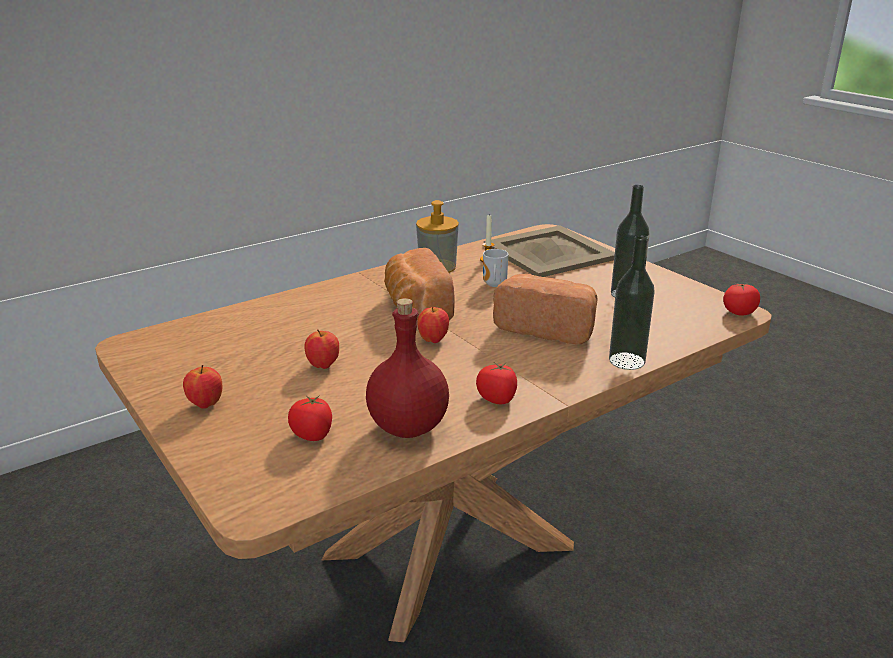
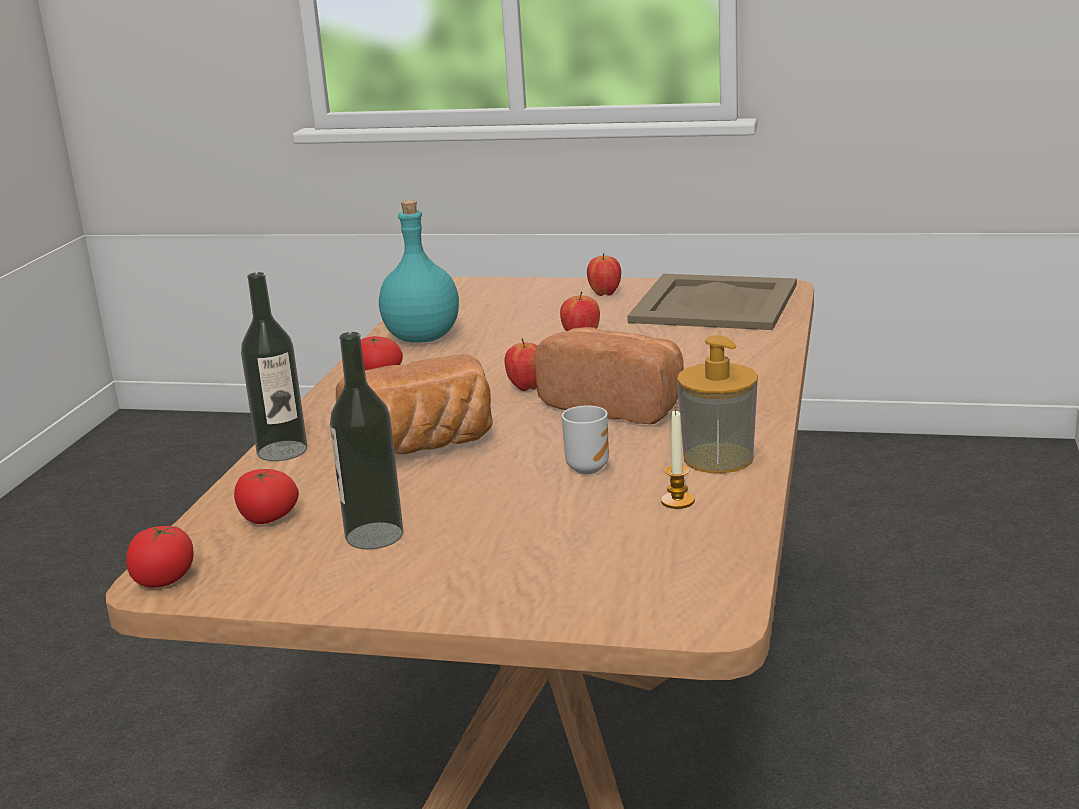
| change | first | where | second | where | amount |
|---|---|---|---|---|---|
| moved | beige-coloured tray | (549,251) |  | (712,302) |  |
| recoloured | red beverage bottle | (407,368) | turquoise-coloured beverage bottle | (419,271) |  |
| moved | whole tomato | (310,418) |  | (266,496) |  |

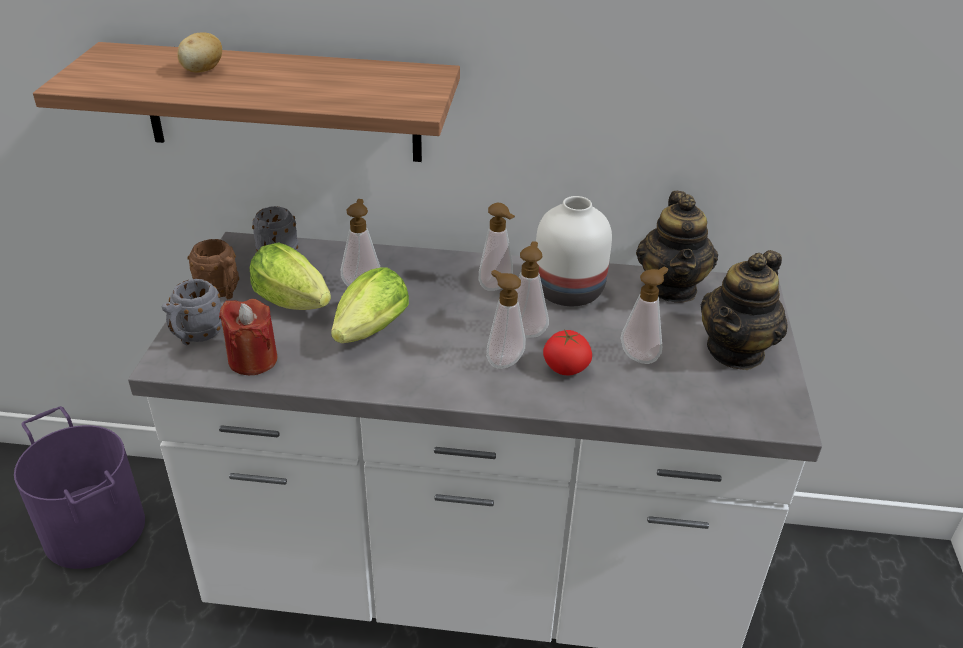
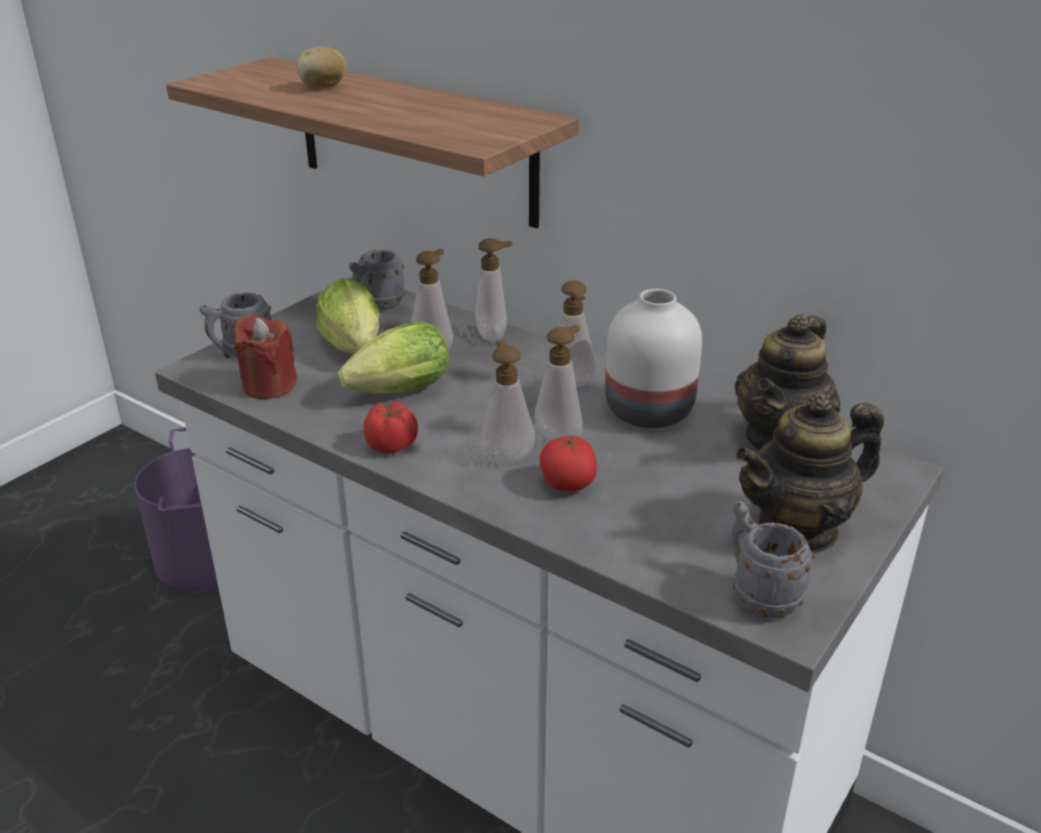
| change | first | where | second | where | amount |
|---|---|---|---|---|---|
| removed | brown-coloured coffee mug | (213,269) |  |  |  |
| moved | liquid soap bottle | (644,315) |  | (494,290) |  |
| added |  |  | whole tomato | (390,428) |  |
| added |  |  | greyish coffee mug | (772,559) |  |

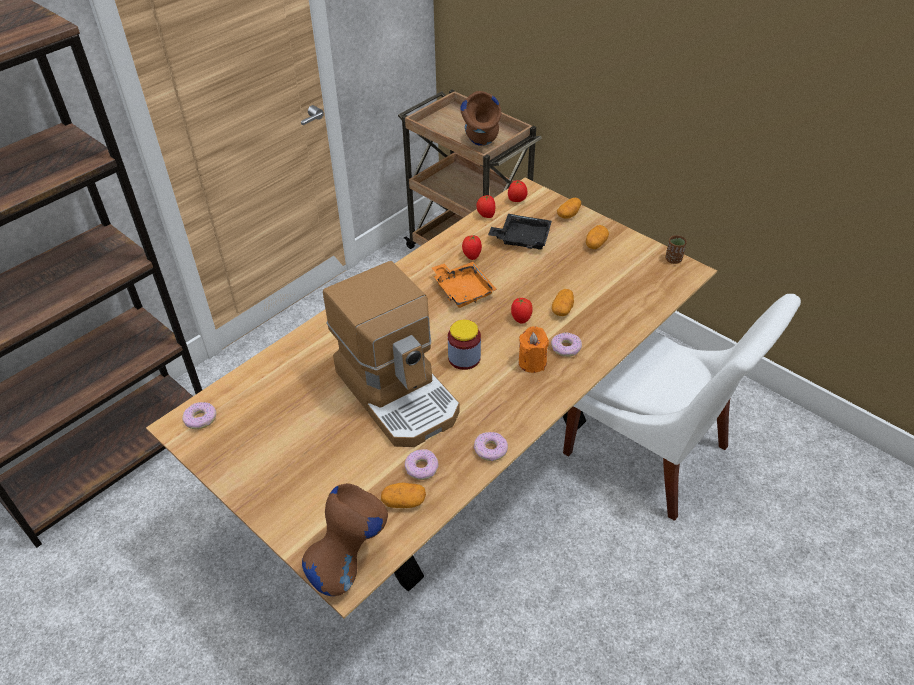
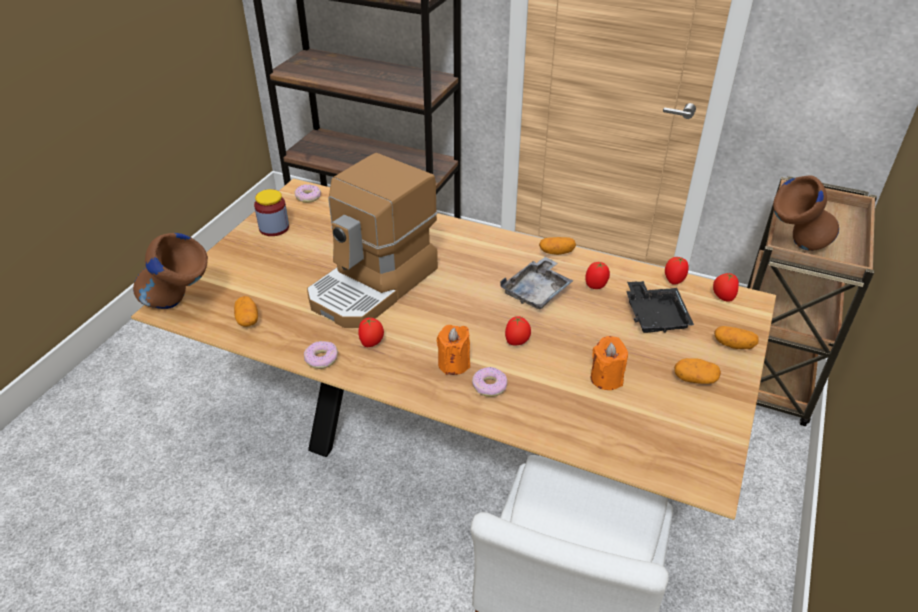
| change | first | where | second | where | amount |
|---|---|---|---|---|---|
| removed | brown-coloured small cup | (676,249) |  |  |  |
| recoloured | orangey tray | (464,285) | greyish tray | (536,283) |  |
| moved | whole potato | (563,302) |  | (557,246) |  |
| moved | storage jar | (464,345) |  | (271,212) |  |
| removed | donut | (421,464) |  |  |  |
| added |  |  | whole tomato | (371,332) |  |
| added |  |  | orangey wax candle | (609,363) |  |

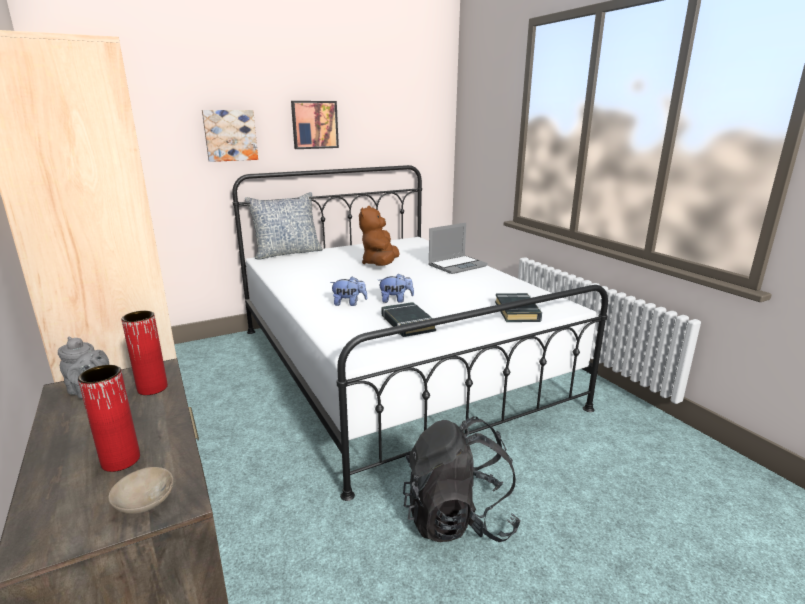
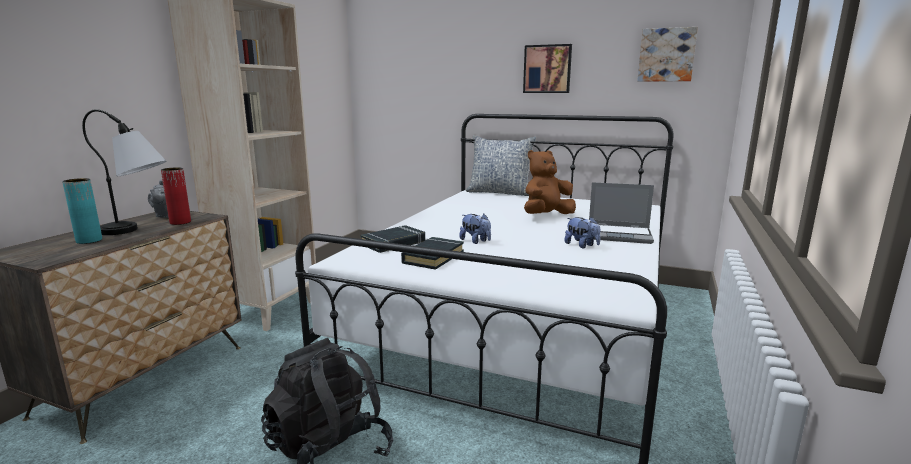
| change | first | where | second | where | amount |
|---|---|---|---|---|---|
| moved | picture | (230,136) |  | (667,54) |  |
| moved | plush toy | (349,291) |  | (582,232) |  |
| moved | black volume | (518,307) |  | (392,239) |  |
| recoloured | red vase | (109,418) | turquoise-coloured vase | (82,211) |  |
| removed | beige-coloured serving bowl | (141,490) |  |  |  |
| added |  |  | table lamp | (124,172) |  |

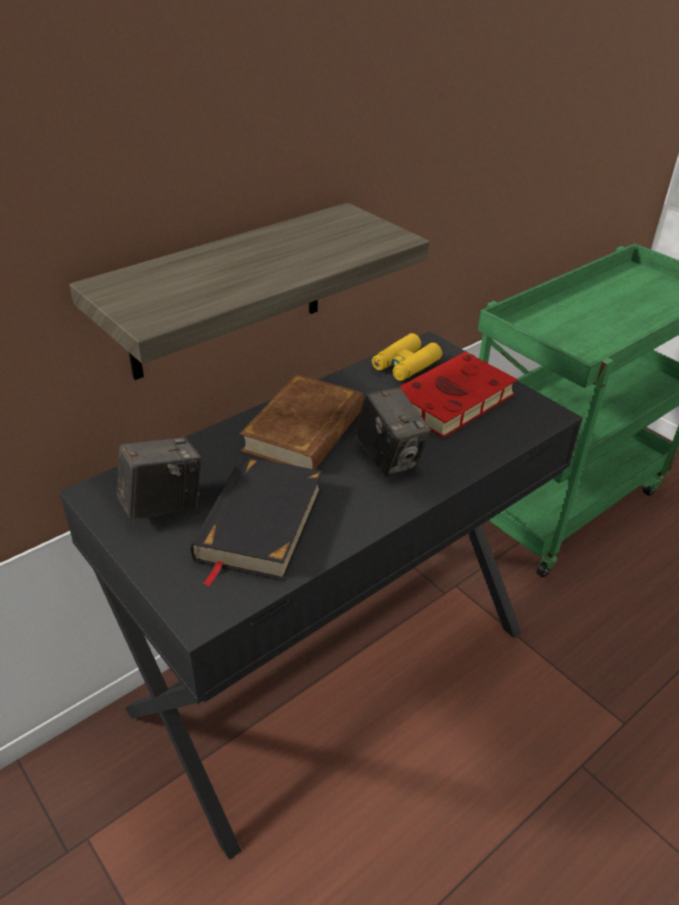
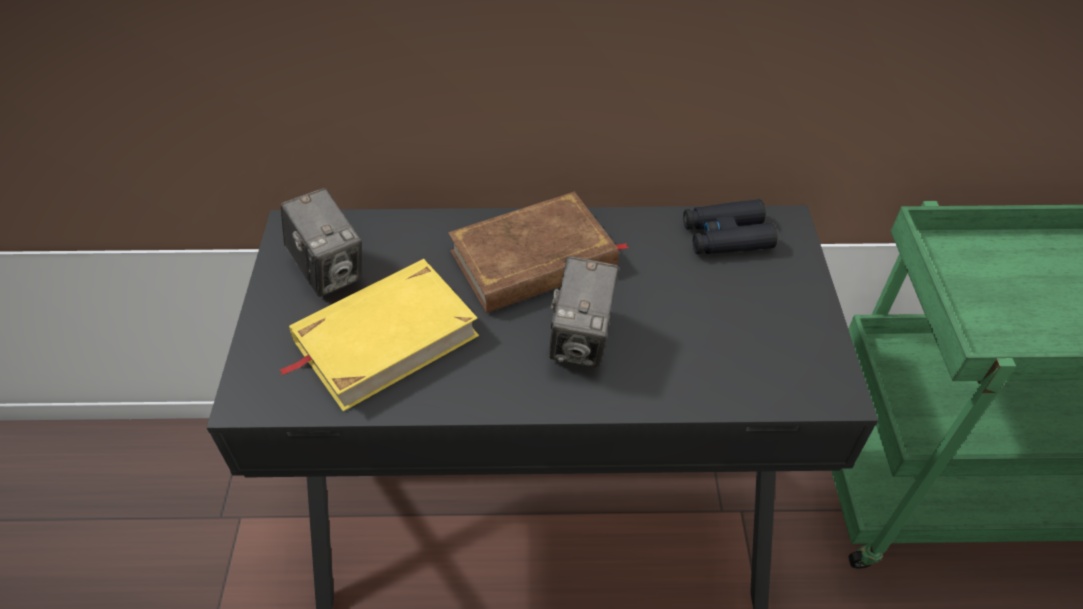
| change | first | where | second | where | amount |
|---|---|---|---|---|---|
| removed | shelf | (249,291) |  |  |  |
| recoloured | yellow binoculars | (407,357) | black binoculars | (730,226) |  |
| removed | red volume | (458,395) |  |  |  |
| turned | still camera | (159,479) |  | (321,242) | 45 degrees clockwise |
| recoloured | black volume | (256,521) | yellow volume | (379,335) |  |

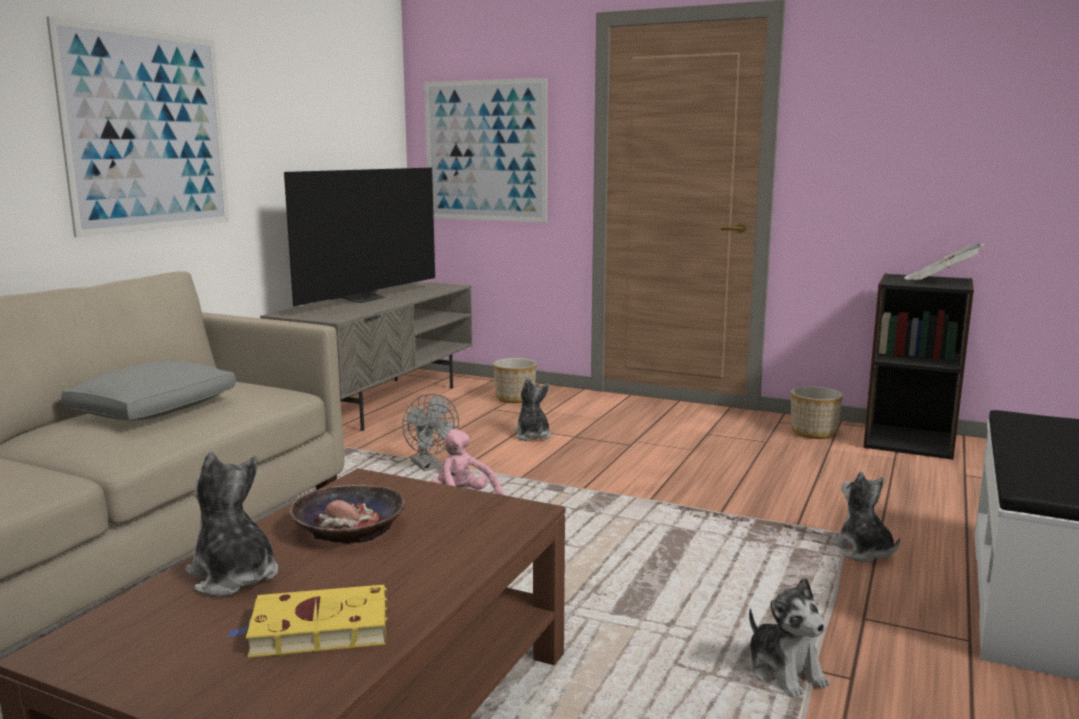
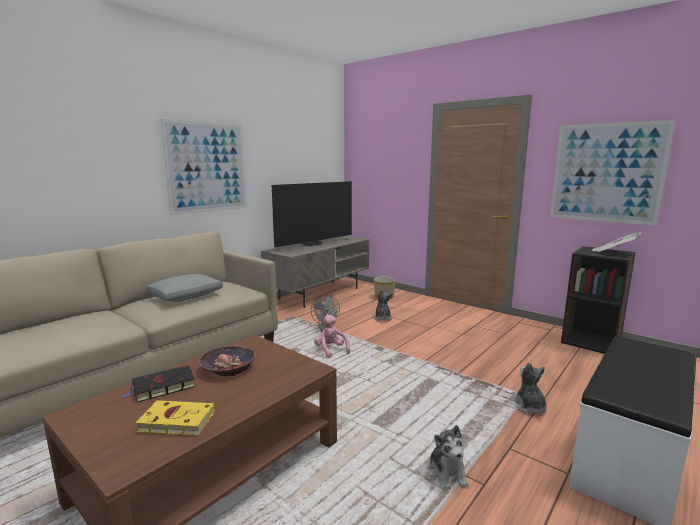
| change | first | where | second | where | amount |
|---|---|---|---|---|---|
| moved | picture | (485,150) |  | (612,172) |  |
| removed | plant pot | (817,412) |  |  |  |
| replaced | plush toy | (232,524) | black volume | (159,383) |  |

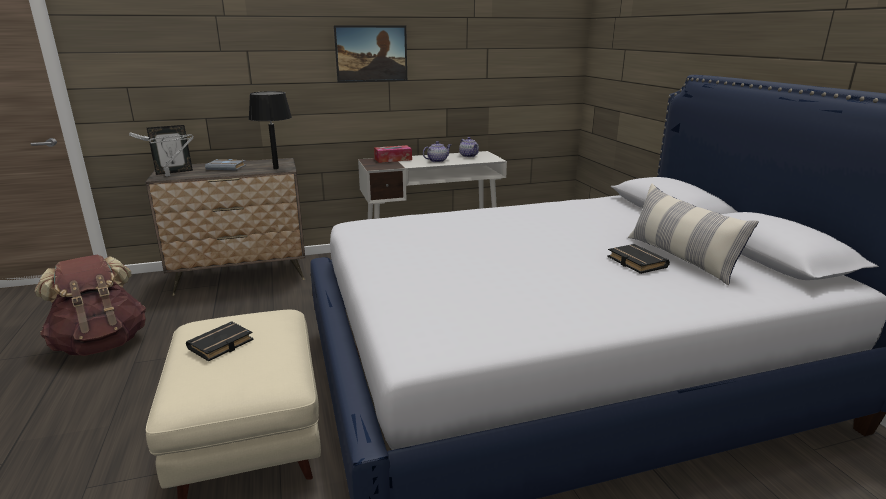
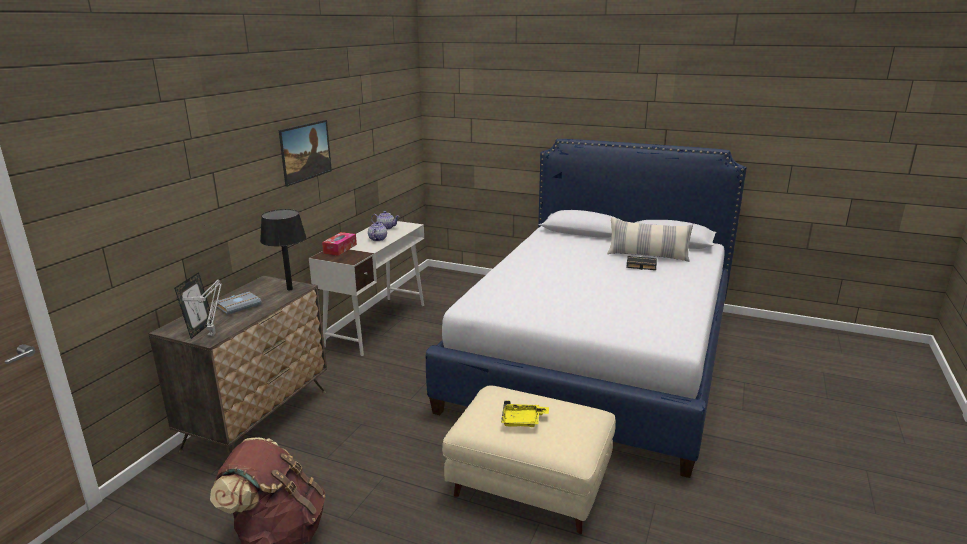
| change | first | where | second | where | amount |
|---|---|---|---|---|---|
| replaced | black volume | (220,341) | yellow tray | (525,414) |  |

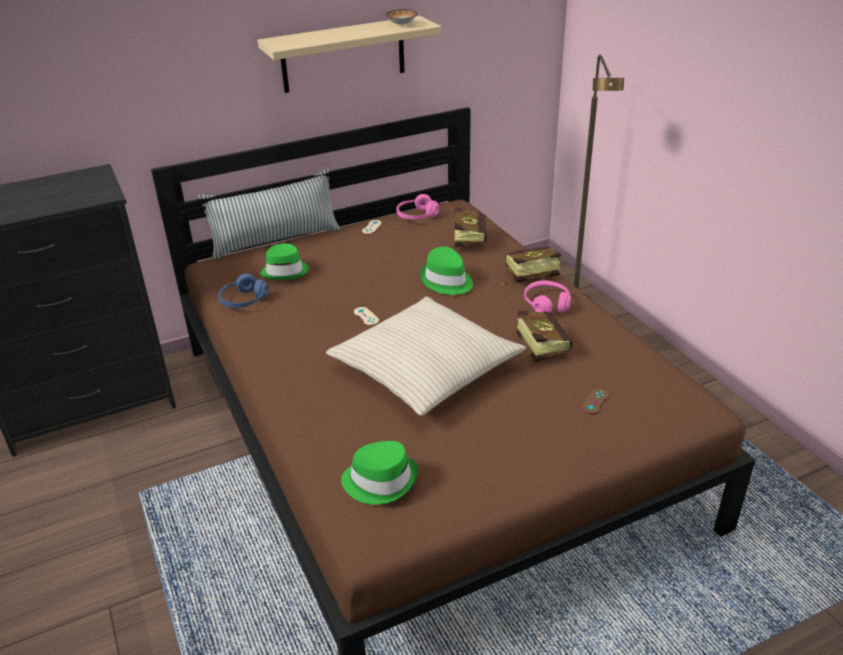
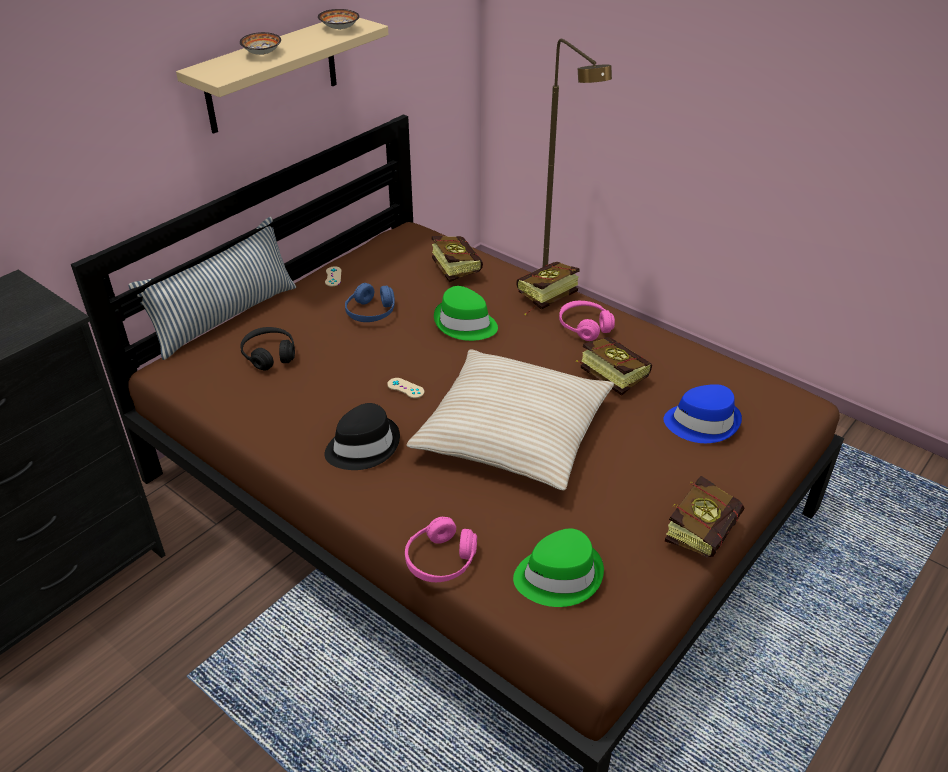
| change | first | where | second | where | amount |
|---|---|---|---|---|---|
| moved | pink-coloured pair of headphones | (417,206) |  | (441,549) |  |
| replaced | greenish clothing hat | (284,261) | black pair of headphones | (267,349) |  |
| moved | blue pair of headphones | (243,291) |  | (370,302) |  |
| replaced | brown-coloured game controller | (595,401) | blue clothing hat | (702,413) |  |
| added |  |  | serving bowl | (260,43) |  |
| added |  |  | black clothing hat | (362,436) |  |
| added |  |  | volume | (704,517) |  |

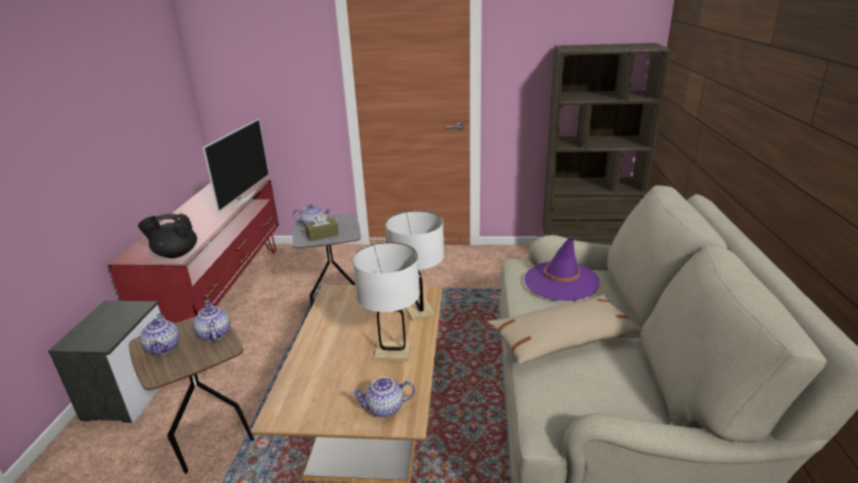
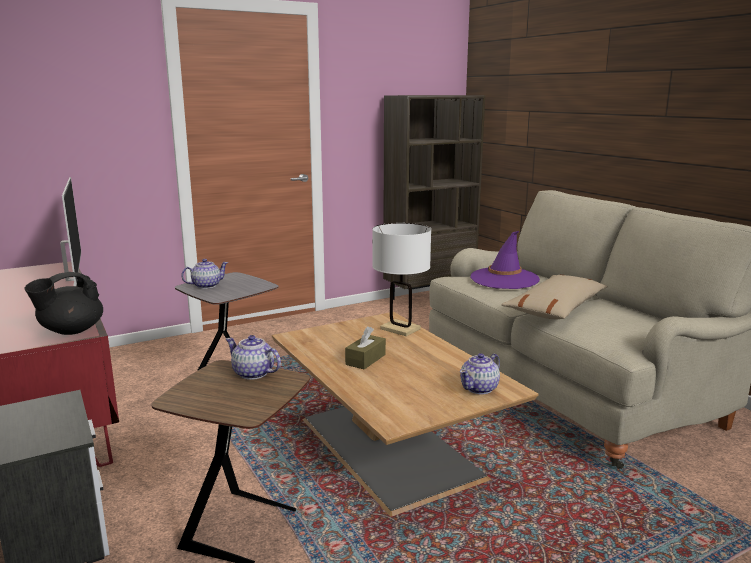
| change | first | where | second | where | amount |
|---|---|---|---|---|---|
| moved | brown-coloured tissue holder | (322,227) |  | (365,347) |  |
| removed | whitish table lamp | (386,301) |  |  |  |
| removed | teapot | (160,334) |  |  |  |

